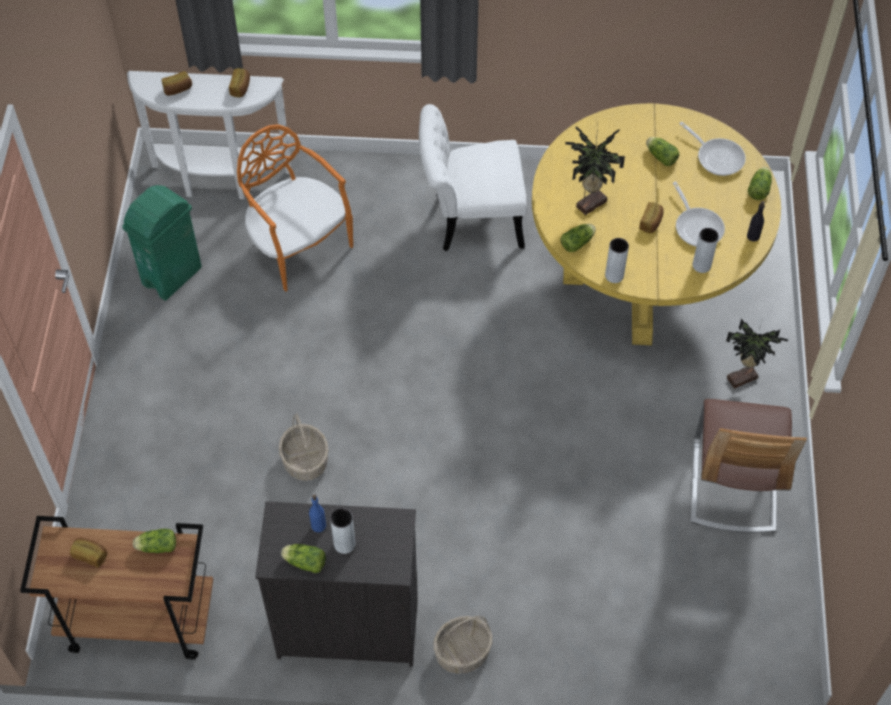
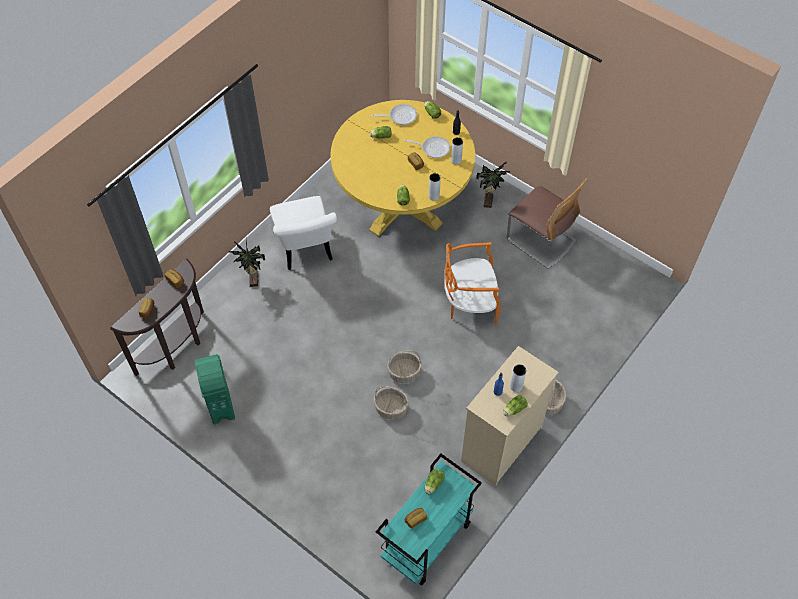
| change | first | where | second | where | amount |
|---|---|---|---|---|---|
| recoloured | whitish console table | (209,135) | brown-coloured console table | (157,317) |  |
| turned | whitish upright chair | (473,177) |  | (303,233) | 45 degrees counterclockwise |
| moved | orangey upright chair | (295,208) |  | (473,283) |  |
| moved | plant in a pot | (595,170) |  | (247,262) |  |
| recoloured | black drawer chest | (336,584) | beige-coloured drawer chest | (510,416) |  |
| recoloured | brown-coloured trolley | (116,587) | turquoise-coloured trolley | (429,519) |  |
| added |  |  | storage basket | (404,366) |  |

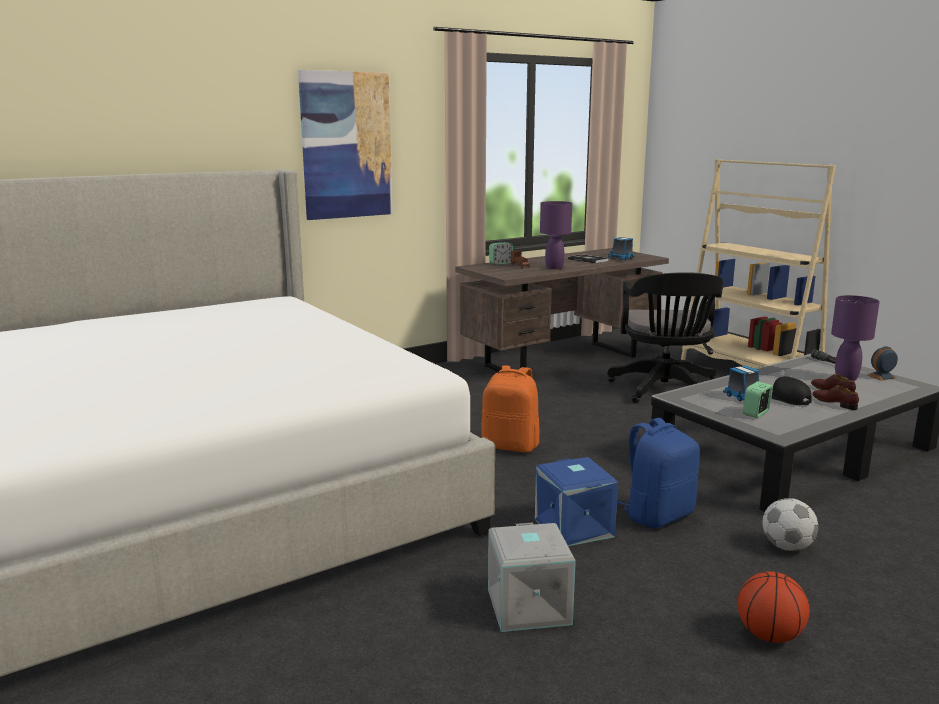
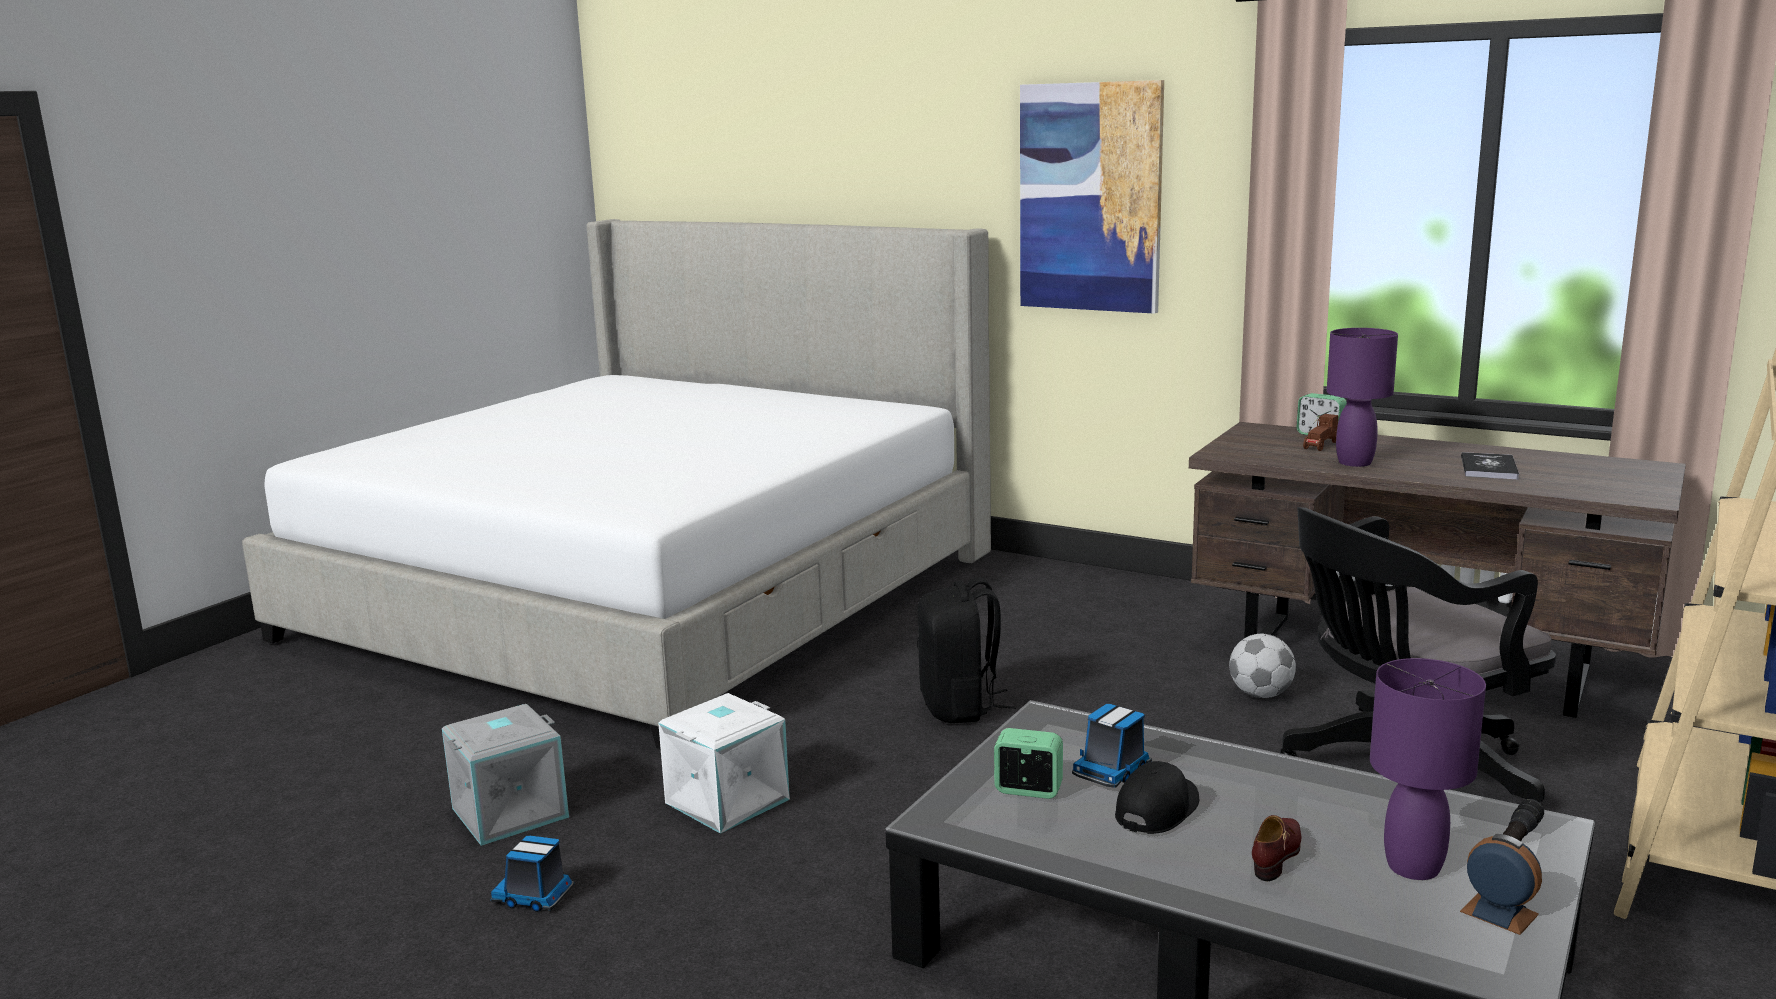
| change | first | where | second | where | amount |
|---|---|---|---|---|---|
| moved | toy truck | (621,248) |  | (532,874) |  |
| recoloured | orangey backpack | (510,409) | black backpack | (966,650) |  |
| removed | brown-coloured shoe | (835,397) |  |  |  |
| removed | blue backpack | (658,473) |  |  |  |
| recoloured | blue storage bin | (576,501) | whitish storage bin | (724,763) |  |
| moved | football ball | (790,524) |  | (1262,666) |  |
| removed | basketball | (773,607) |  |  |  |

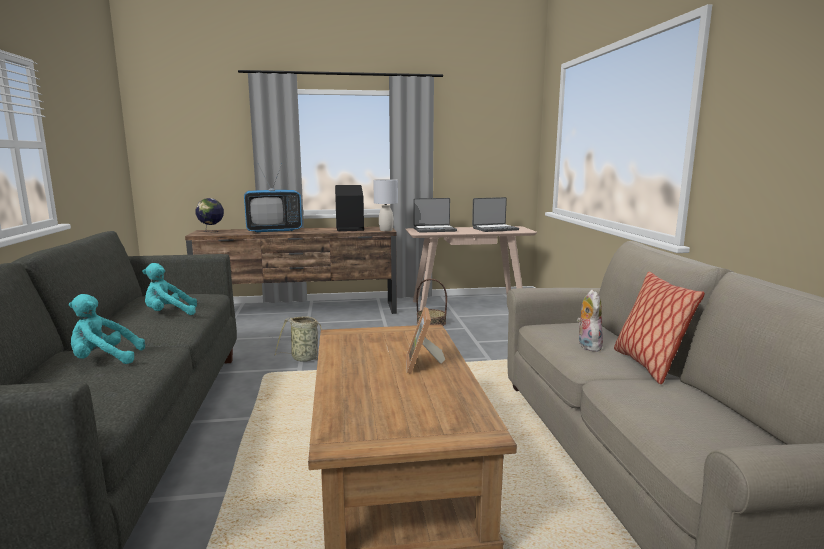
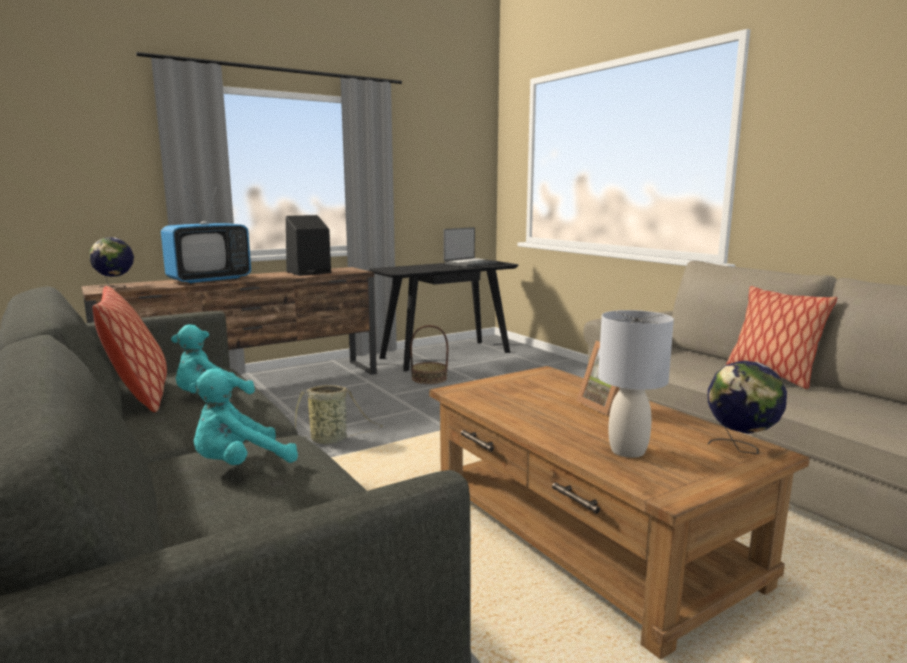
| change | first | where | second | where | amount |
|---|---|---|---|---|---|
| moved | greyish table lamp | (385,205) |  | (636,384) |  |
| removed | laptop | (435,215) |  |  |  |
| recoloured | beige-coloured console table | (471,268) | black console table | (443,316) |  |
| removed | plush toy | (590,321) |  |  |  |
| added |  |  | cushion | (130,349) |  |
| added |  |  | world globe | (747,407) |  |

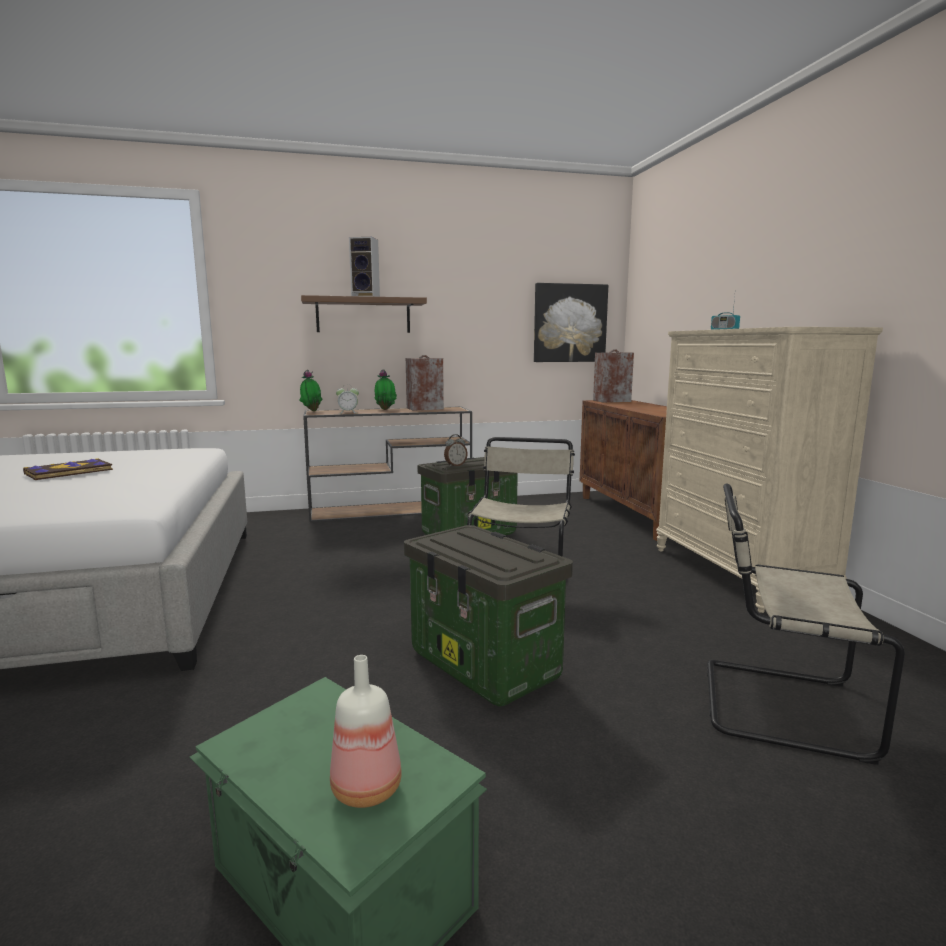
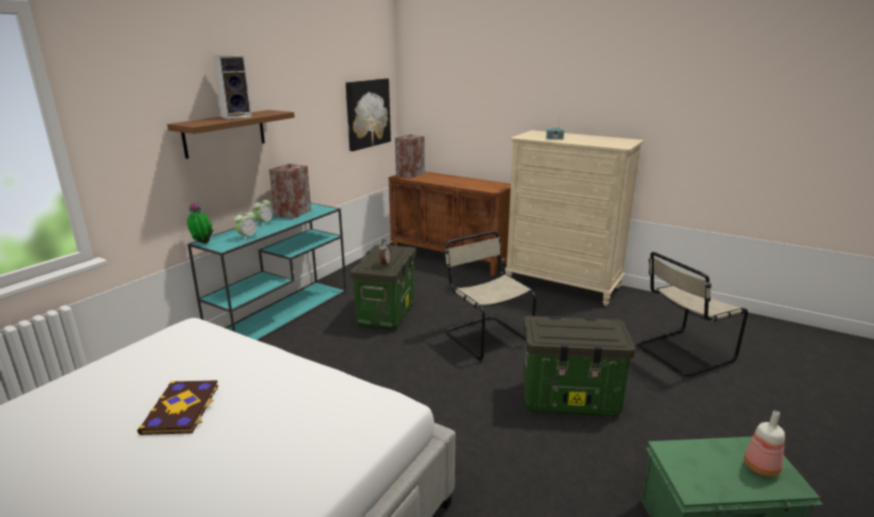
| change | first | where | second | where | amount |
|---|---|---|---|---|---|
| replaced | plant in a pot | (386,389) | bedside clock | (263,213) |  |
| recoloured | brown-coloured console table | (387,464) | turquoise-coloured console table | (267,272) |  |

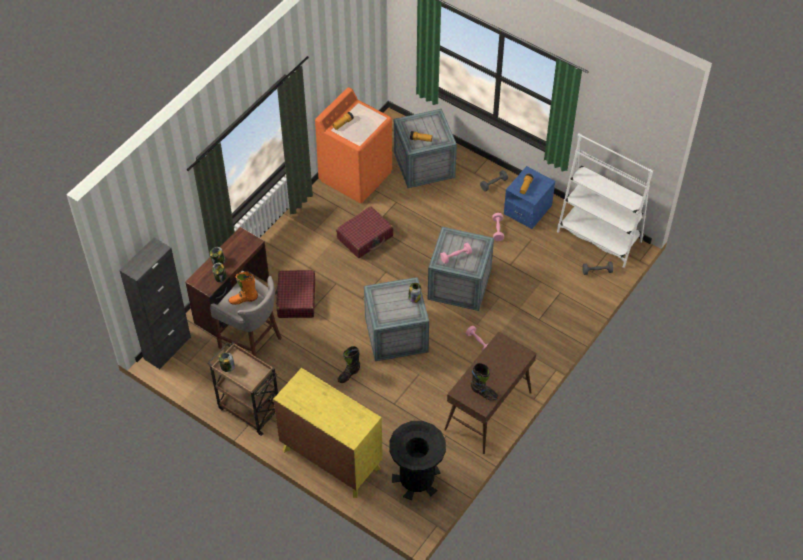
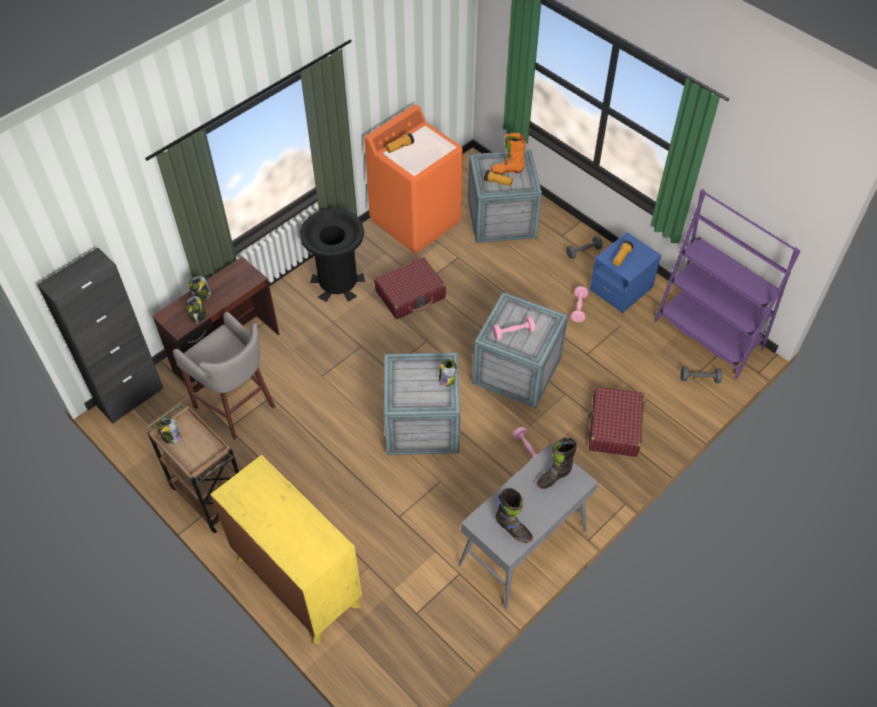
| change | first | where | second | where | amount |
|---|---|---|---|---|---|
| recoloured | whitish bookcase | (605,200) | purple-coloured bookcase | (727,284) |  |
| moved | red piece of luggage | (295,294) |  | (615,422) |  |
| moved | orangey boot | (243,288) |  | (508,153) |  |
| recoloured | brown-coloured console table | (490,392) | greyish console table | (528,526) |  |
| moved | black boot | (348,364) |  | (556,463) |  |
| moved | black rubbish bin | (417,460) |  | (332,255) |  |

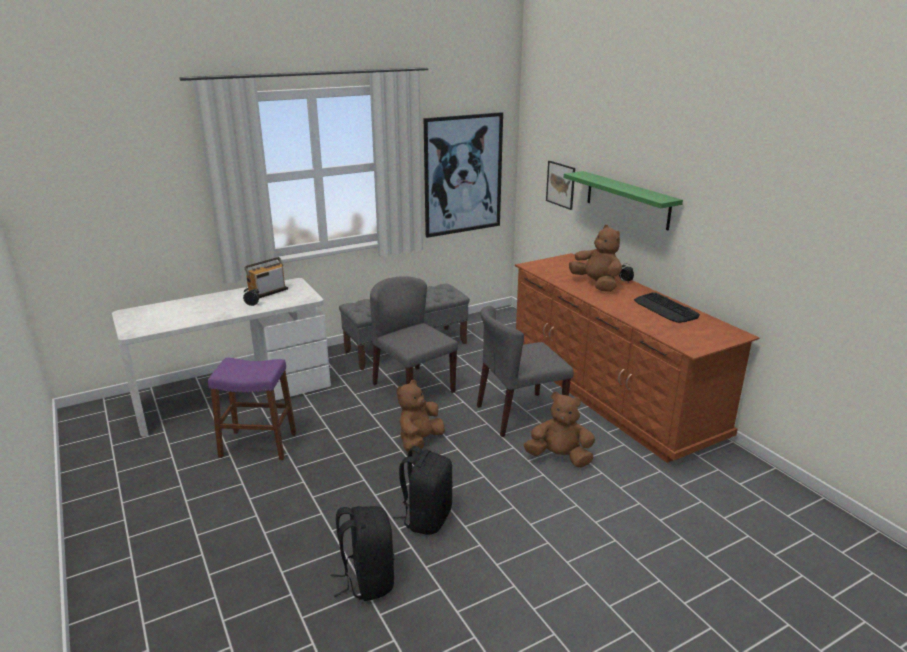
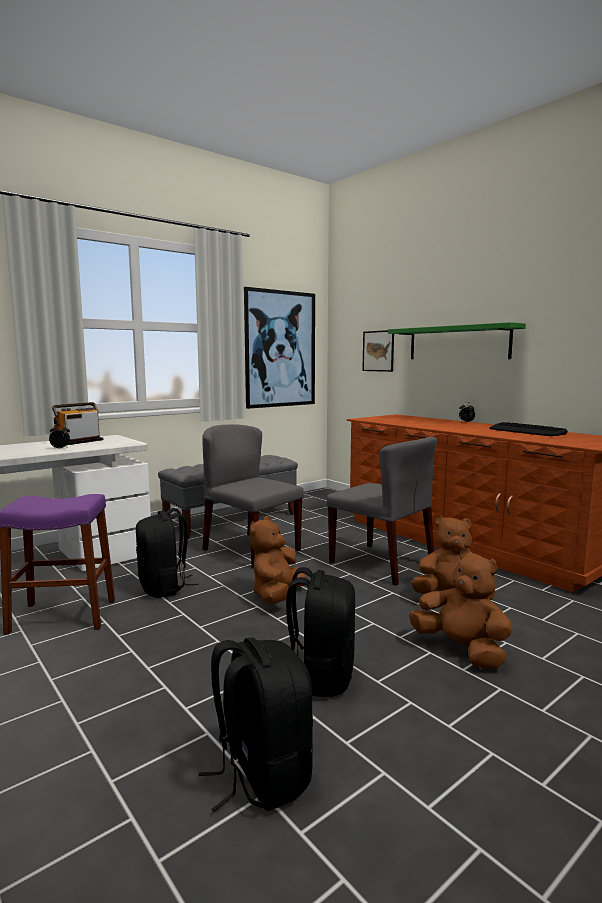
| change | first | where | second | where | amount |
|---|---|---|---|---|---|
| moved | brown-coloured plush toy | (595,258) |  | (460,608) |  |
| turned | greyish upright chair | (525,371) |  | (382,511) | 105 degrees counterclockwise |
| added |  |  | black backpack | (167,553) |  |

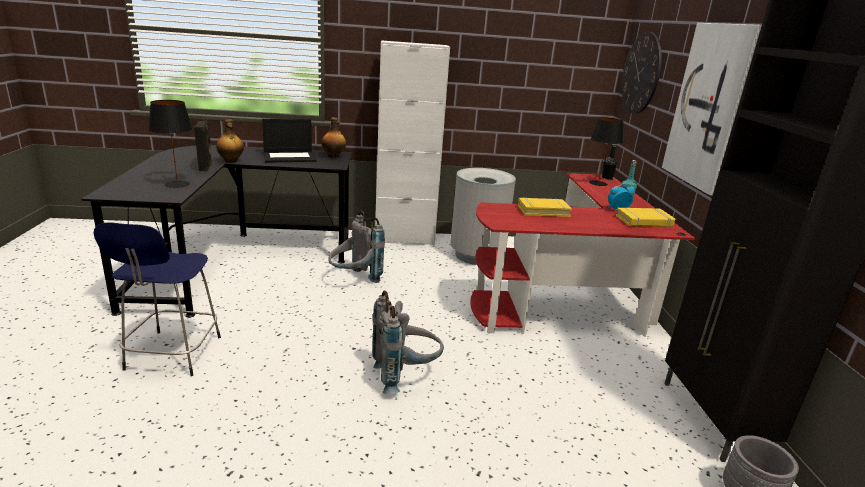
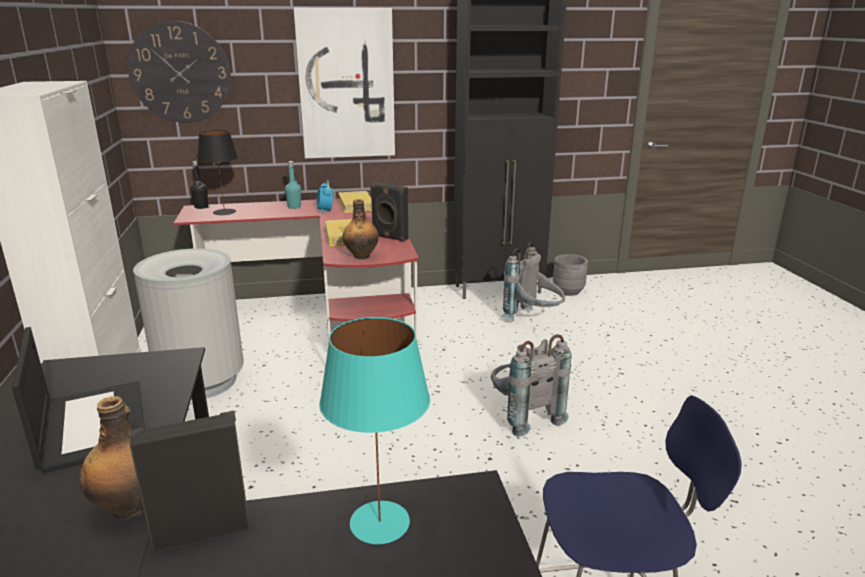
| change | first | where | second | where | amount |
|---|---|---|---|---|---|
| recoloured | black table lamp | (170,144) | turquoise-coloured table lamp | (374,430) |  |
| moved | beverage bottle | (333,137) |  | (360,229) |  |
| moved | greyish backpack | (356,247) |  | (533,281) |  |
| added |  |  | black loudspeaker | (389,212) |  |

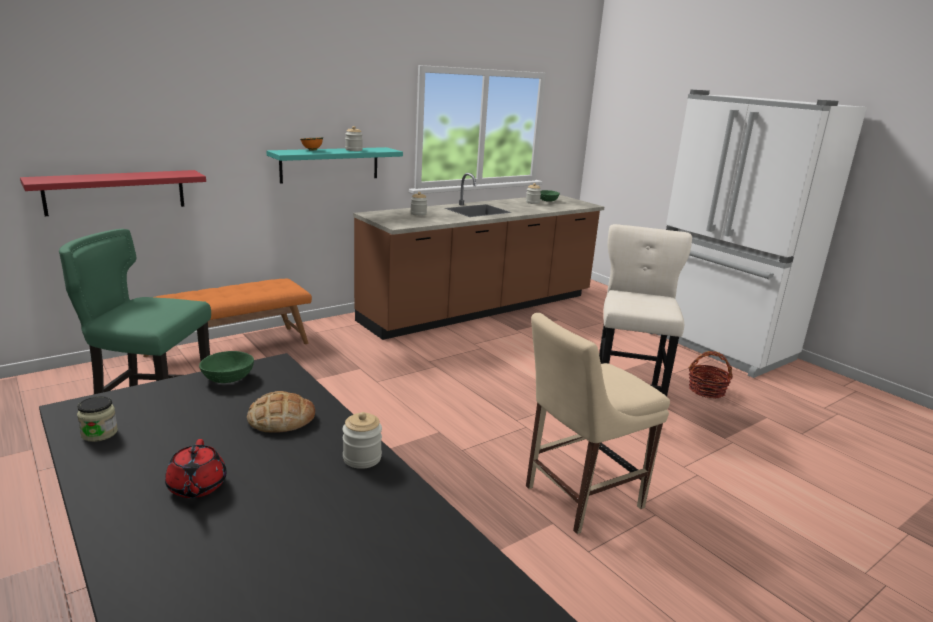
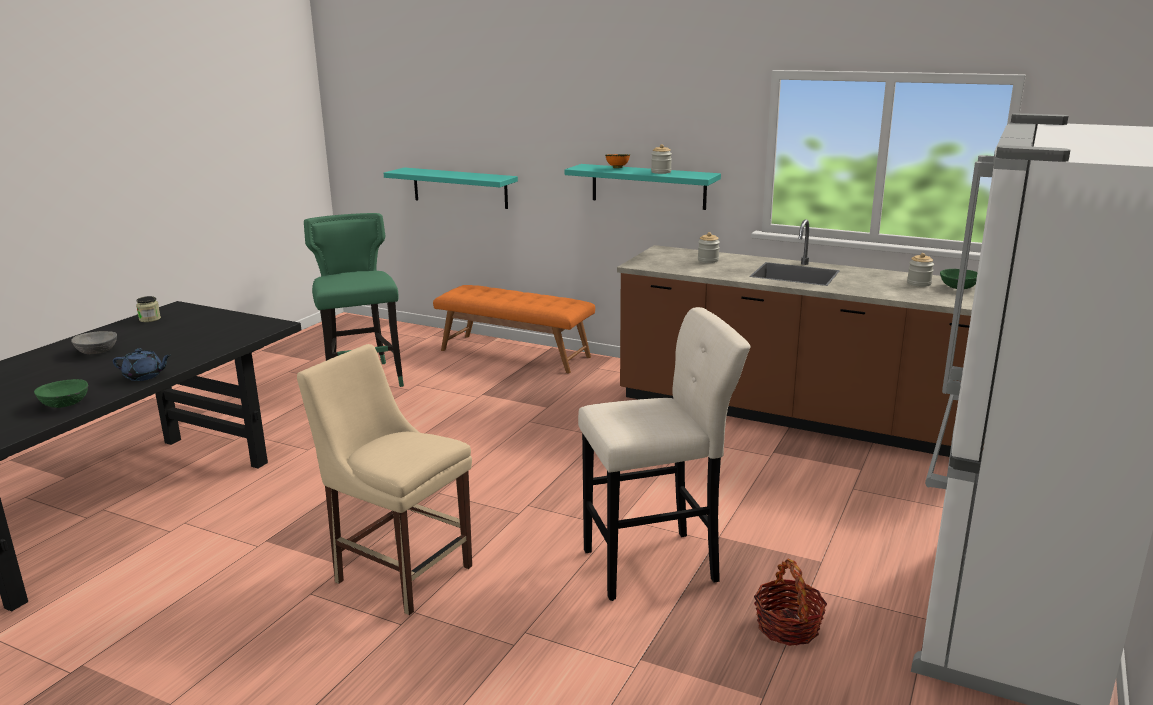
| change | first | where | second | where | amount |
|---|---|---|---|---|---|
| recoloured | red shelf | (113,193) | turquoise-coloured shelf | (451,188) |  |
| moved | greenish serving bowl | (226,367) |  | (61,393) |  |
| removed | bread | (281,412) |  |  |  |
| replaced | storage jar | (362,440) | blue teapot | (142,364) |  |
| replaced | red teapot | (196,468) | greyish serving bowl | (94,342) |  |

